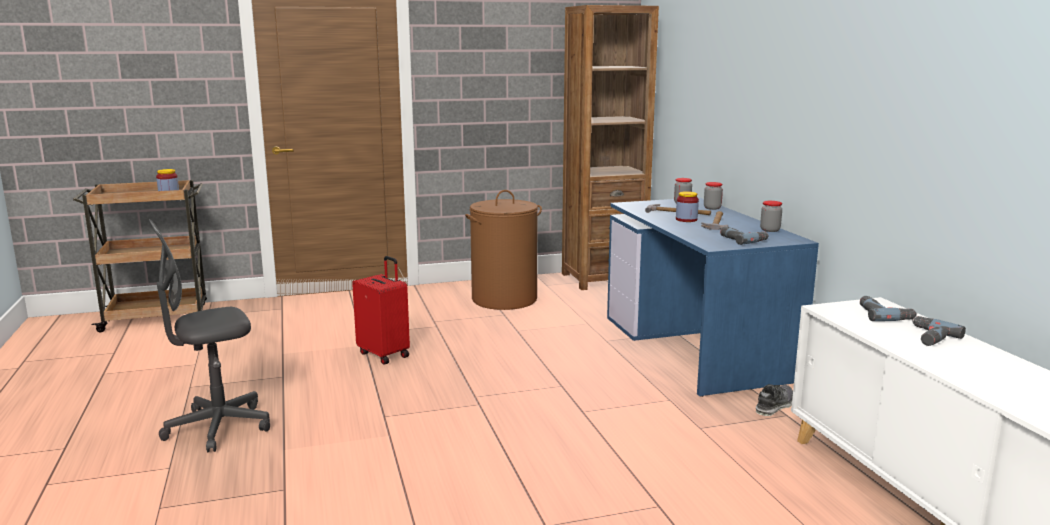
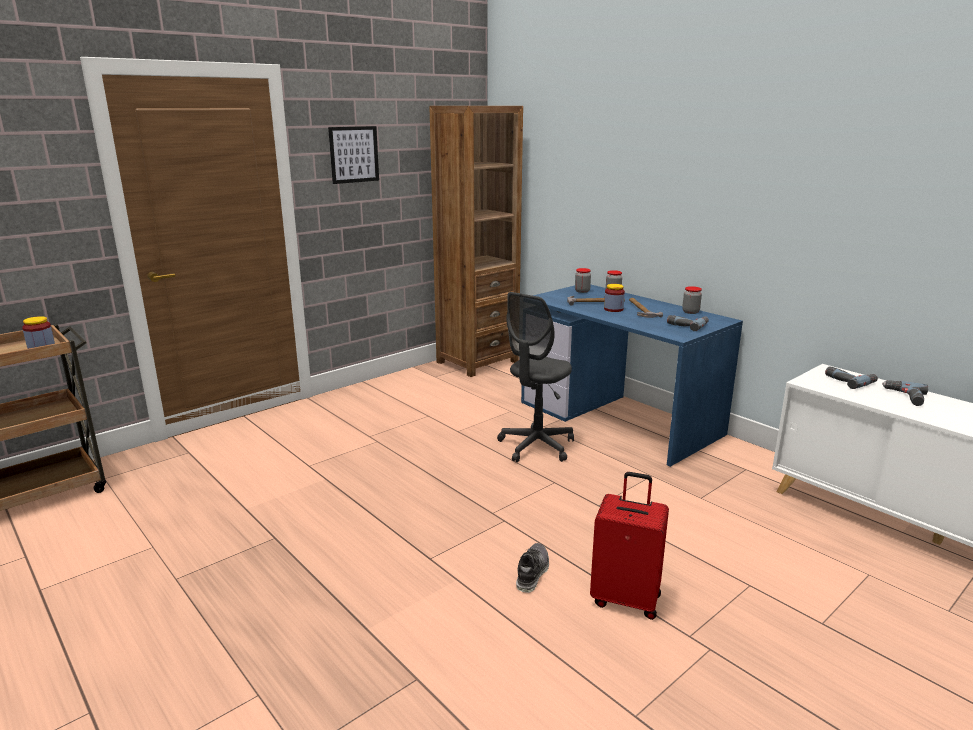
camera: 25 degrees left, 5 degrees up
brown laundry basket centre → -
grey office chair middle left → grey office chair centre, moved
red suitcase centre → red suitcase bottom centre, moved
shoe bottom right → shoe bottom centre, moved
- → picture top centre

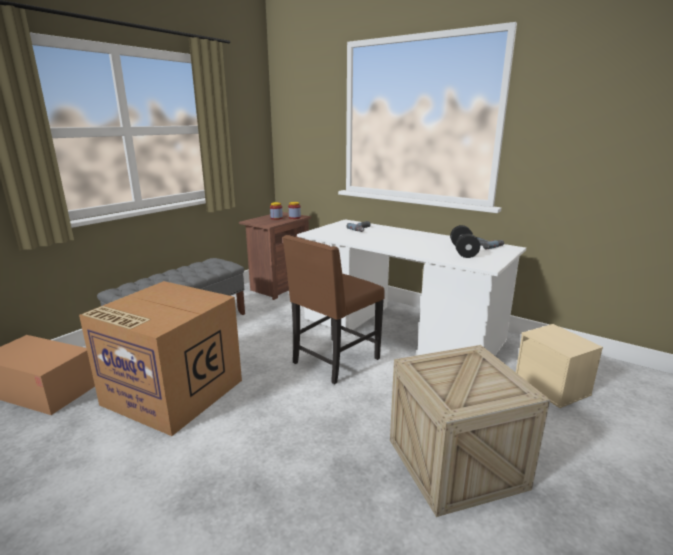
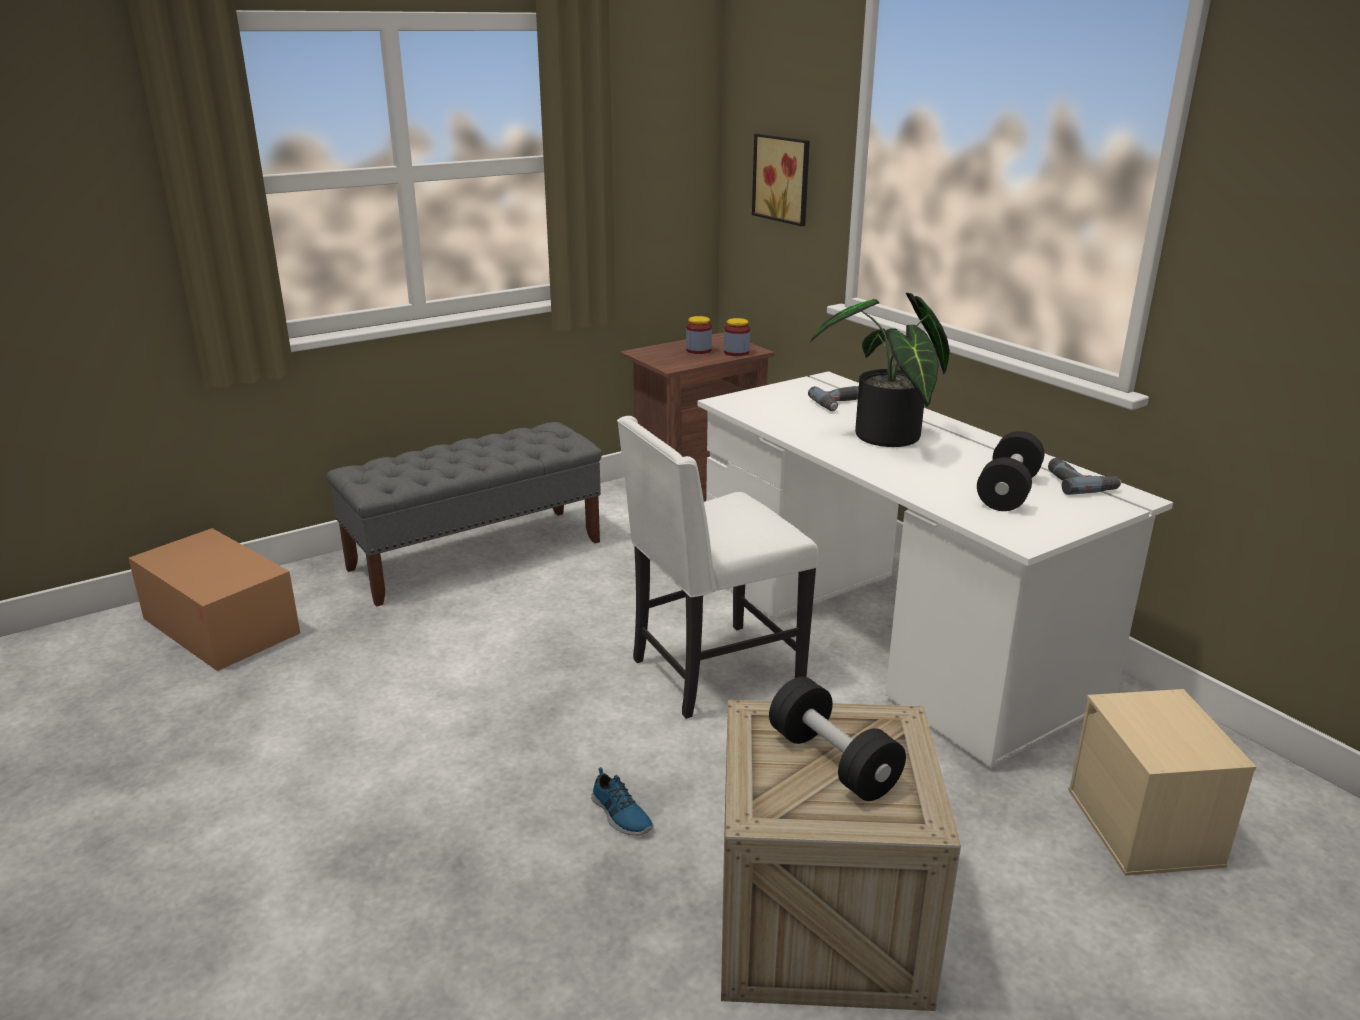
camera: 20 degrees right, 5 degrees up
brown chair centre → white chair centre
cardboard box (2nd from left) middle left → -
- → picture top centre
- → potted plant centre
- → black dumbbell (1st from left) bottom centre
- → shoe bottom centre

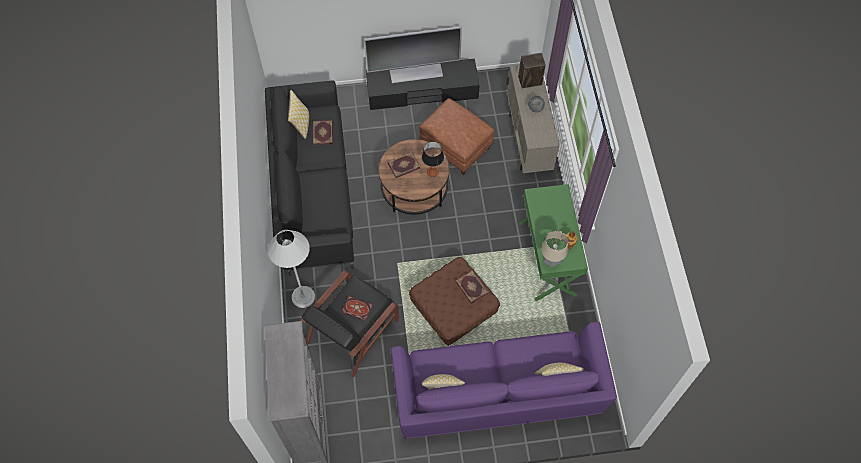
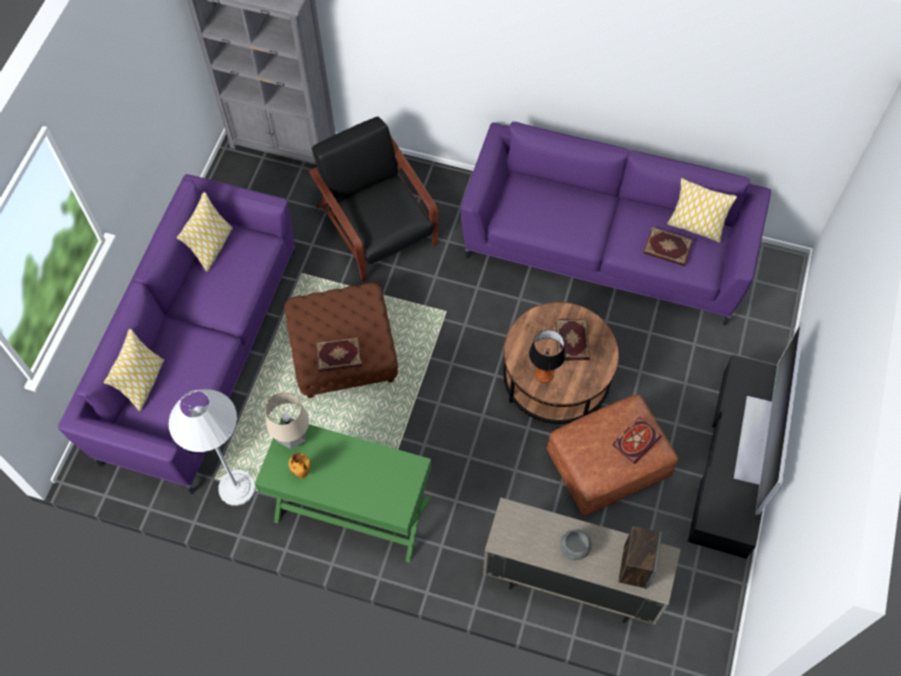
camera: 115 degrees right, 0 degrees up
black sofa centre → purple sofa (2nd from left) top right
white floor lamp centre → white floor lamp middle left, moved
book (2nd from left in the first image) centre → book (3rd from left) middle right, moved

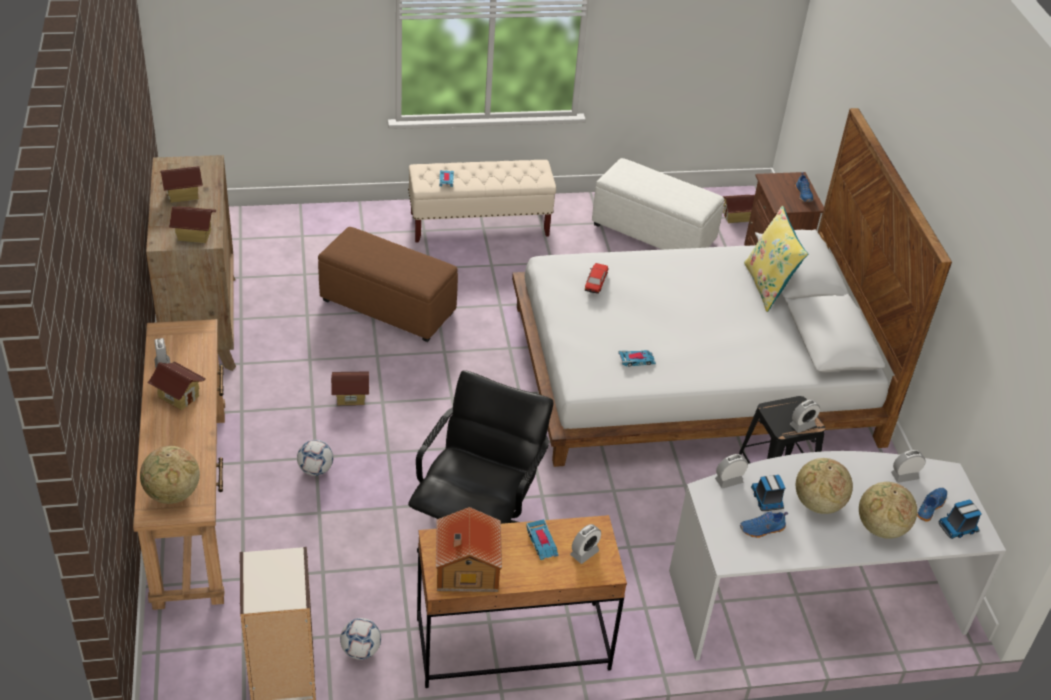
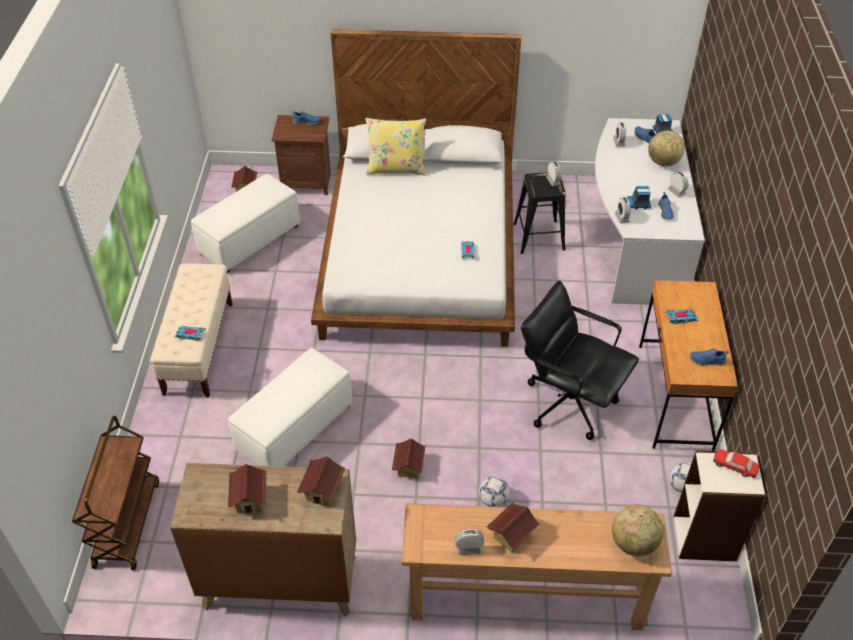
camera: 75 degrees left, 5 degrees up
brown ottoman centre → white ottoman (2nd from left) centre
toy car (3rd from left in the first image) centre → toy car (4th from left) bottom right, moved
globe (2nd from left) bottom right → -
toy house (5th from left) bottom centre → blue shoe (4th from left) middle right
alarm clock (2nd from left in the first image) bottom centre → alarm clock (5th from left) top right, moved
- → brown cart bottom left

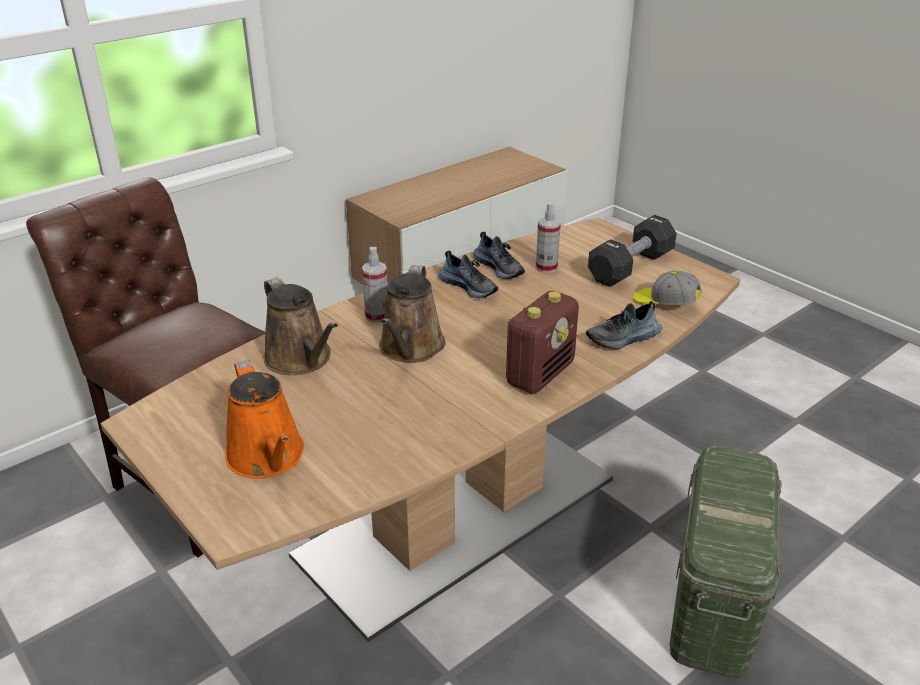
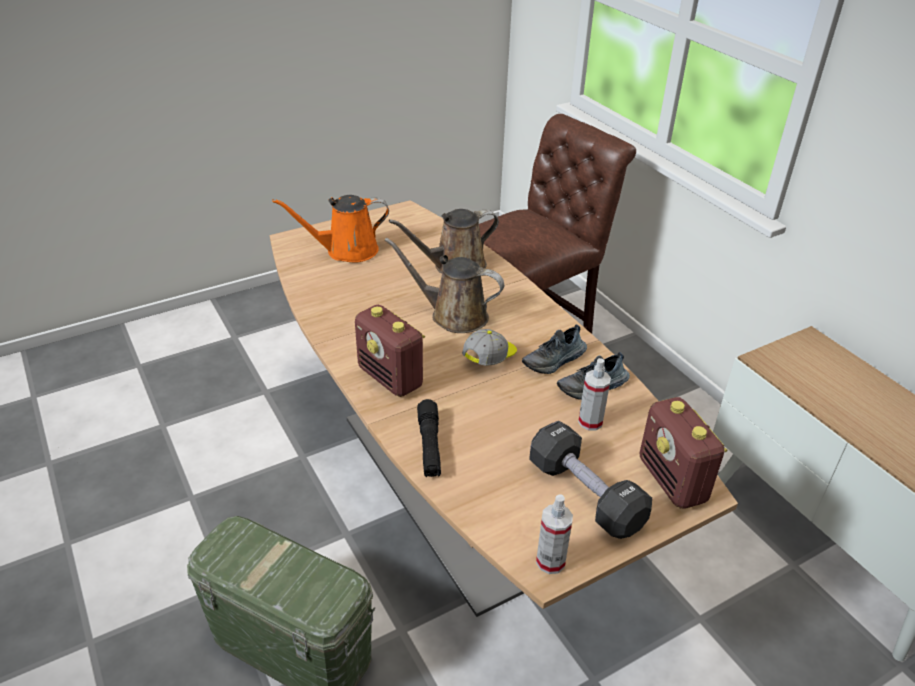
camera: 100 degrees right, 5 degrees up
spray bottle (1st from left) centre → spray bottle (1st from left) bottom centre, moved
cap middle right → cap centre, moved
shoe (3rd from left) middle right → black flashlight centre
- → radio (2nd from left) middle right

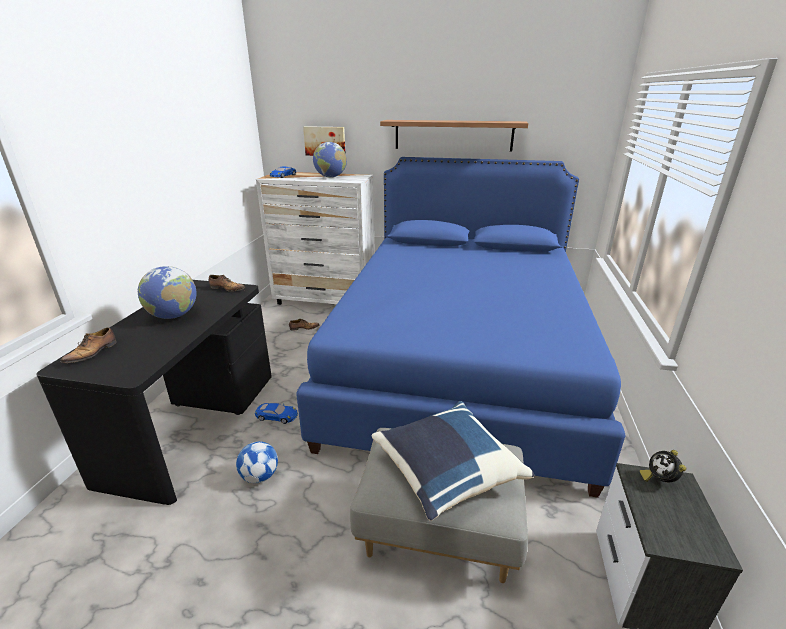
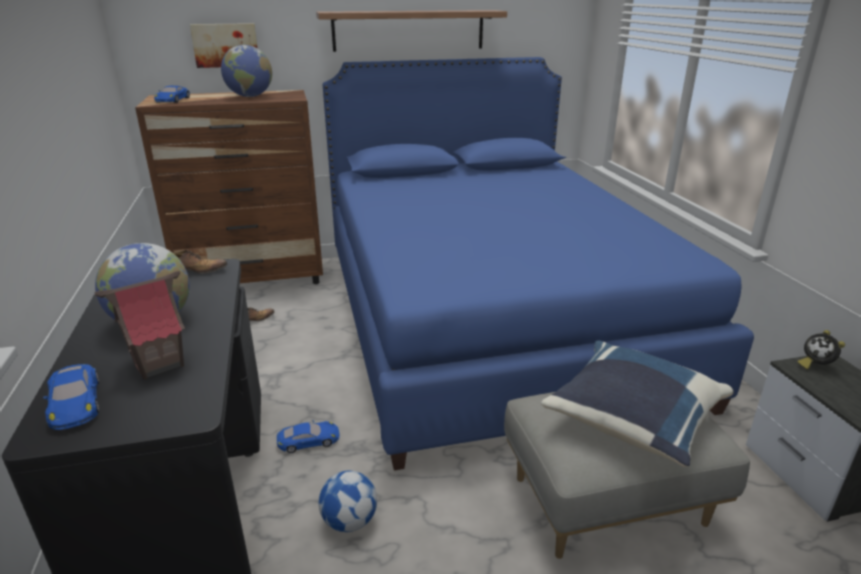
camera: 25 degrees left, 0 degrees up
white dresser centre → brown dresser top left
shoe (1st from left) middle left → blue toy car (1st from left) bottom left
- → toy house middle left

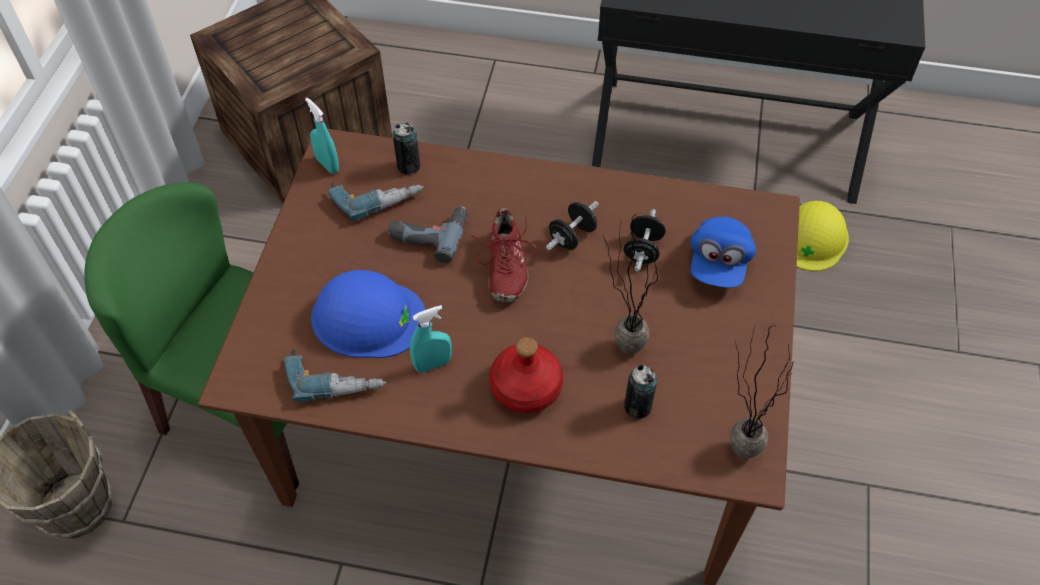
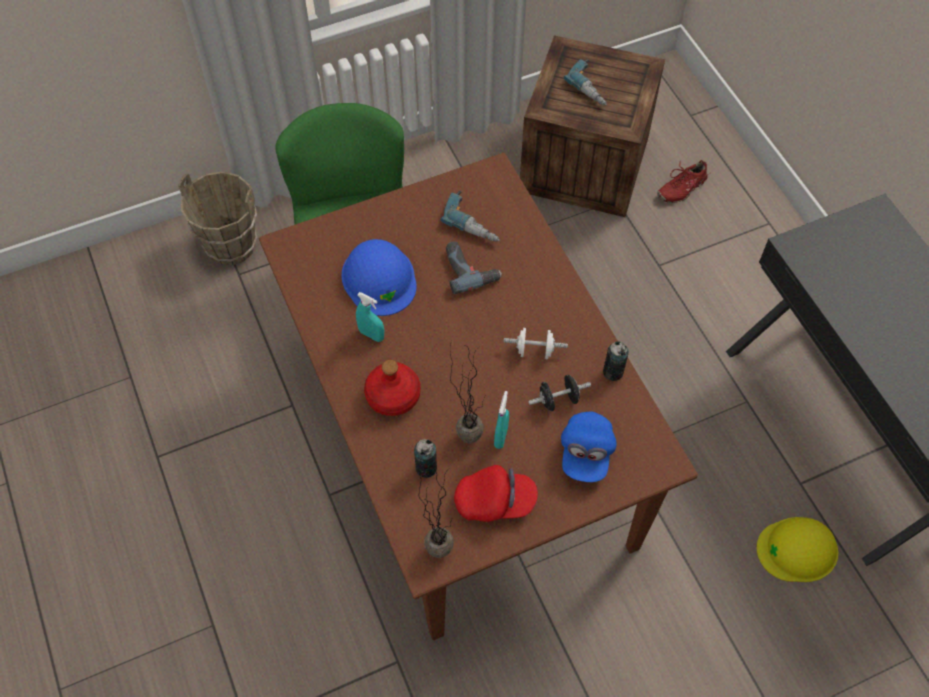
camera: 55 degrees right, 5 degrees up
turquoise spray bottle (1st from left in the first image) top left → turquoise spray bottle (2nd from left) centre, moved
can (1st from left in the first image) top centre → can (2nd from left) centre, moved
black dumbbell (1st from left) centre → white dumbbell centre
red shoe centre → red shoe top right, moved
blue cap middle right → blue cap centre, 60 degrees counterclockwise
power drill (1st from left in the first image) middle left → power drill (3rd from left) top centre, moved
- → red cap bottom centre

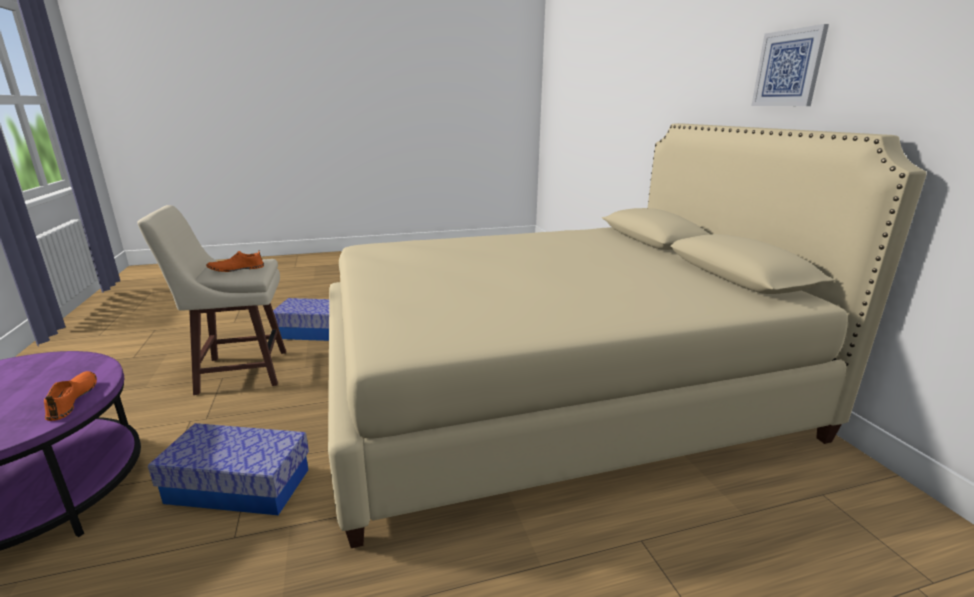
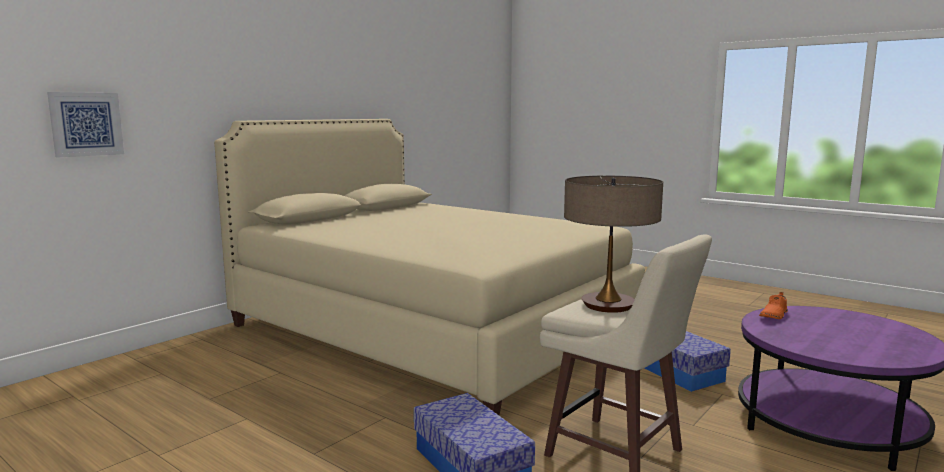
camera: 125 degrees left, 10 degrees down
picture top right → picture top left, moved
orange shoe (2nd from left) middle left → table lamp centre

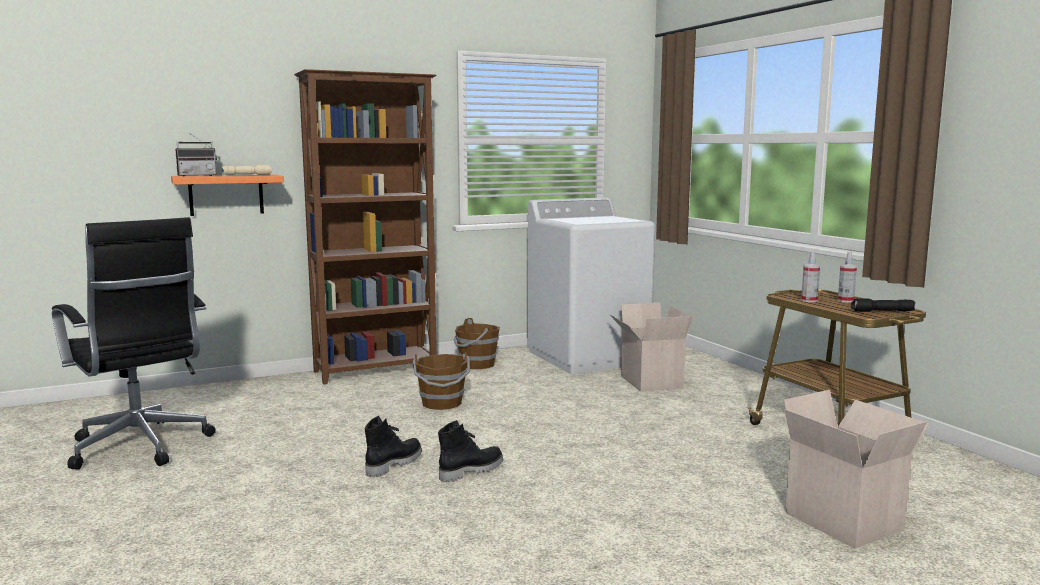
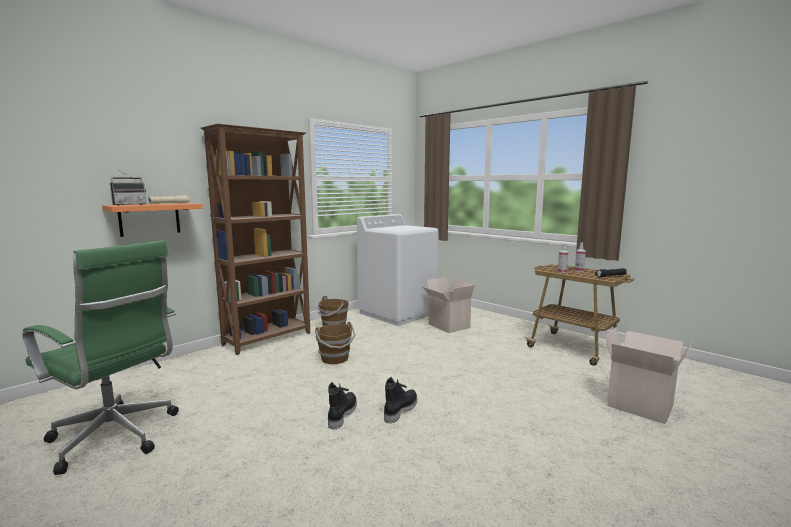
camera: 20 degrees left, 0 degrees up
black office chair middle left → green office chair bottom left

